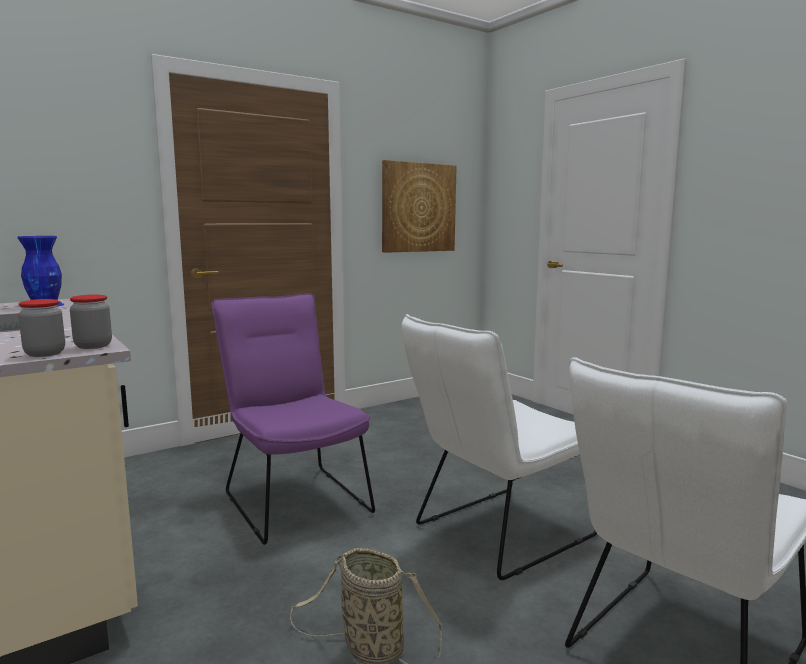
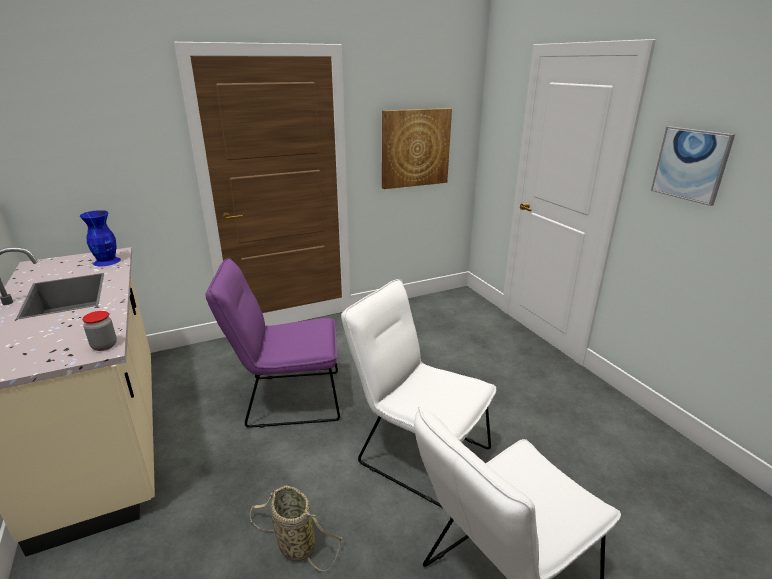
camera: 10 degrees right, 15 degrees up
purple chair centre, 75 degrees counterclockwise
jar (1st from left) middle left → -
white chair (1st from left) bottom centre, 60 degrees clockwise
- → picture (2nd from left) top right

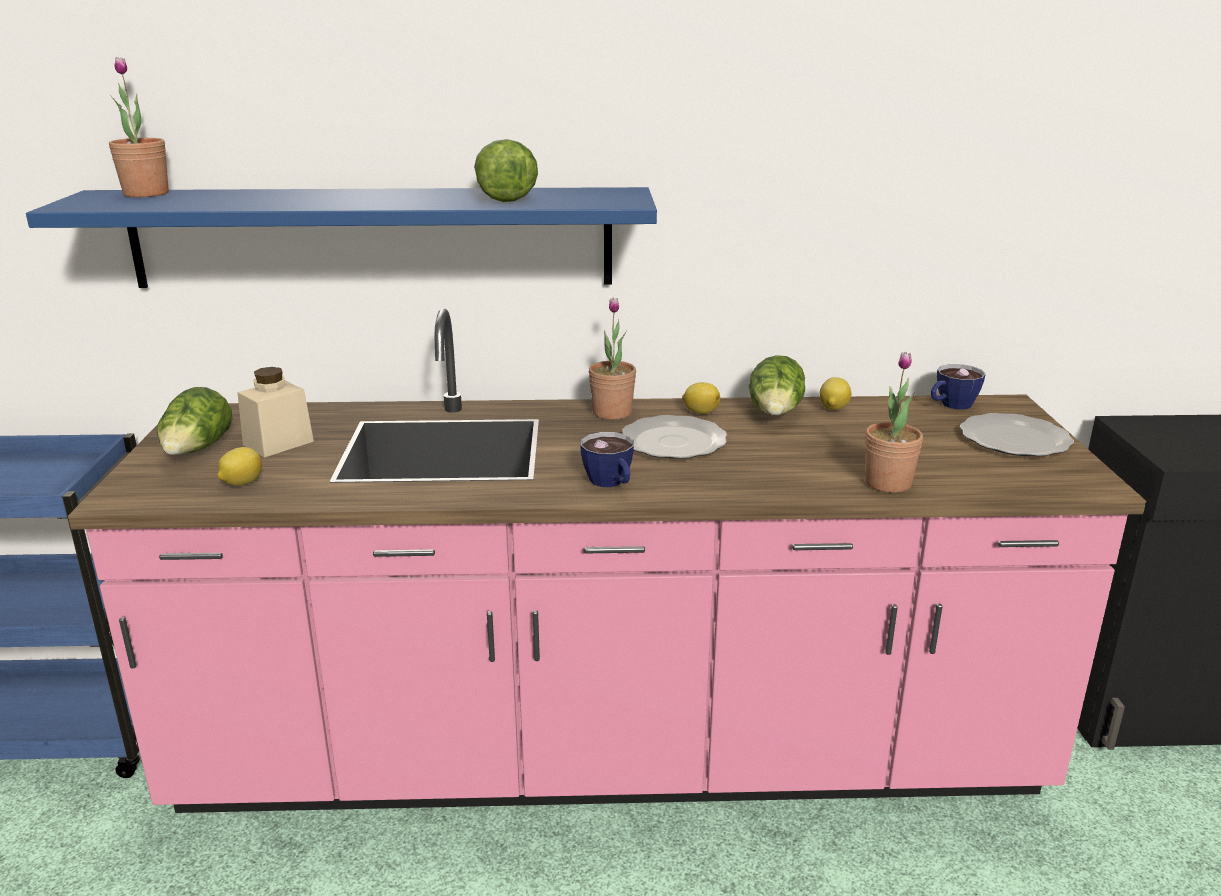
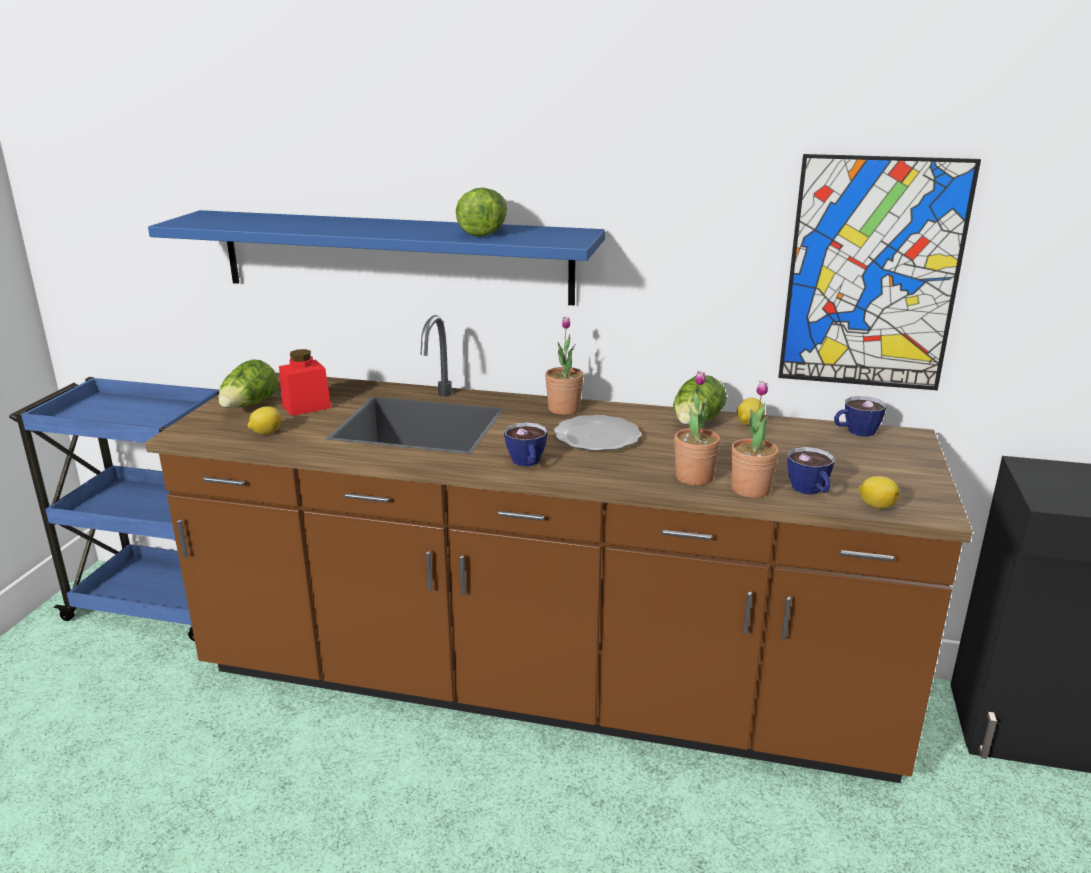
camera: 15 degrees right, 0 degrees up
potted plant (1st from left in the first image) top left → potted plant (2nd from left) centre, moved
pink counter centre → brown counter centre
beige jar middle left → red jar middle left
lemon (2nd from left in the first image) centre → lemon (3rd from left) middle right, moved
plate (2nd from left) middle right → -
- → picture top right
- → cup (2nd from left) middle right

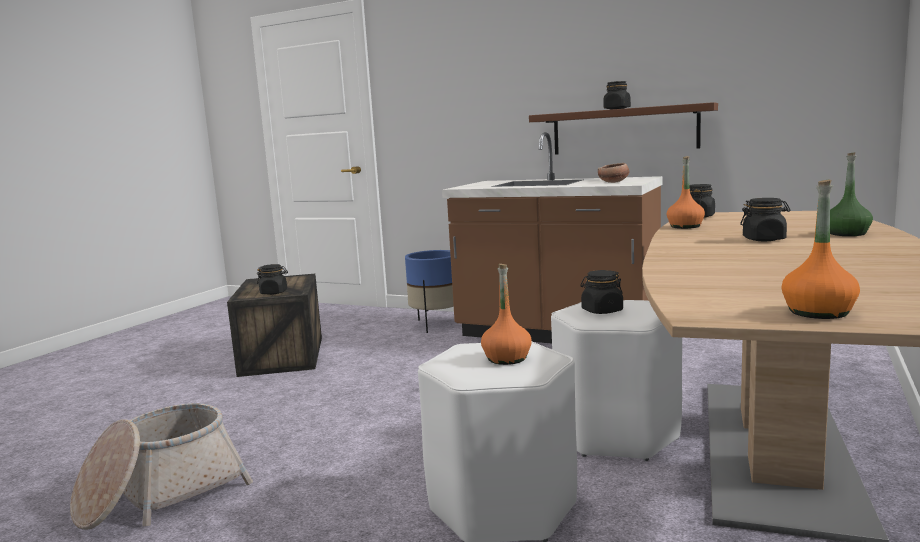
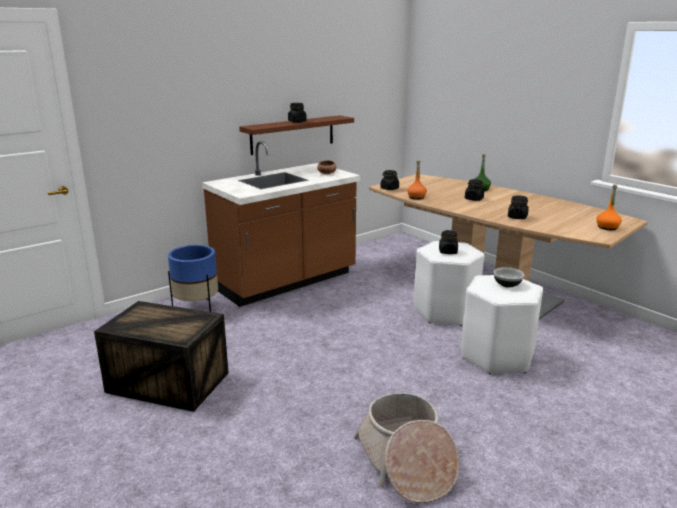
camera: 65 degrees left, 10 degrees up
black jar (1st from left in the first image) middle left → black jar (5th from left) middle right, moved
orange bottle (1st from left) centre → bowl (2nd from left) middle right

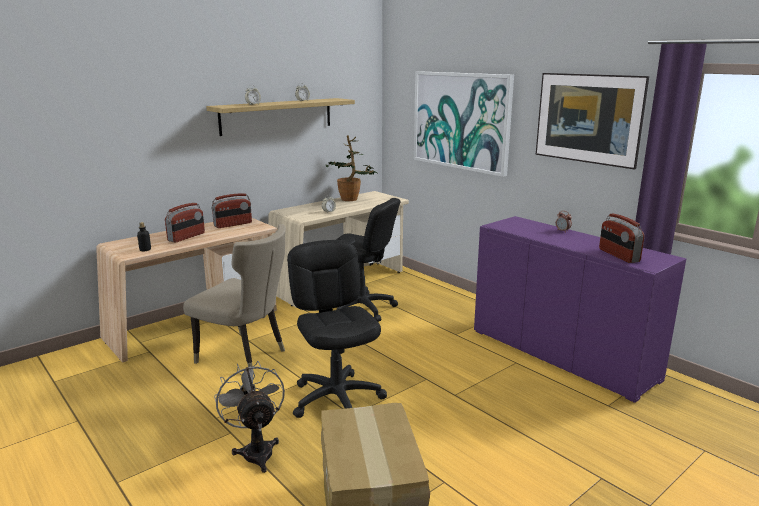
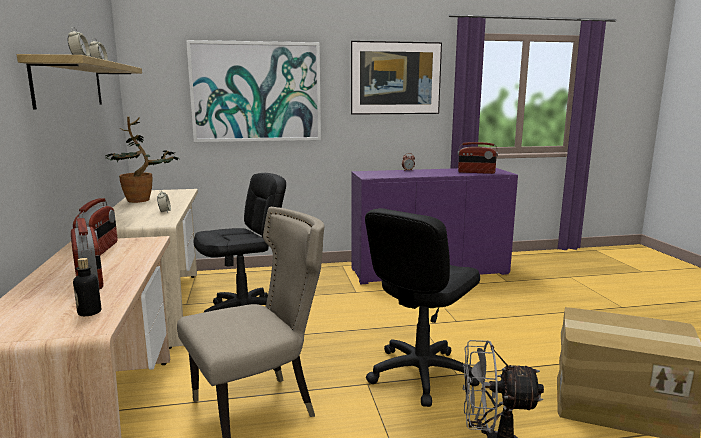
camera: 60 degrees left, 5 degrees down
black office chair (1st from left in the first image) centre → black office chair (2nd from left) bottom centre, 60 degrees counterclockwise

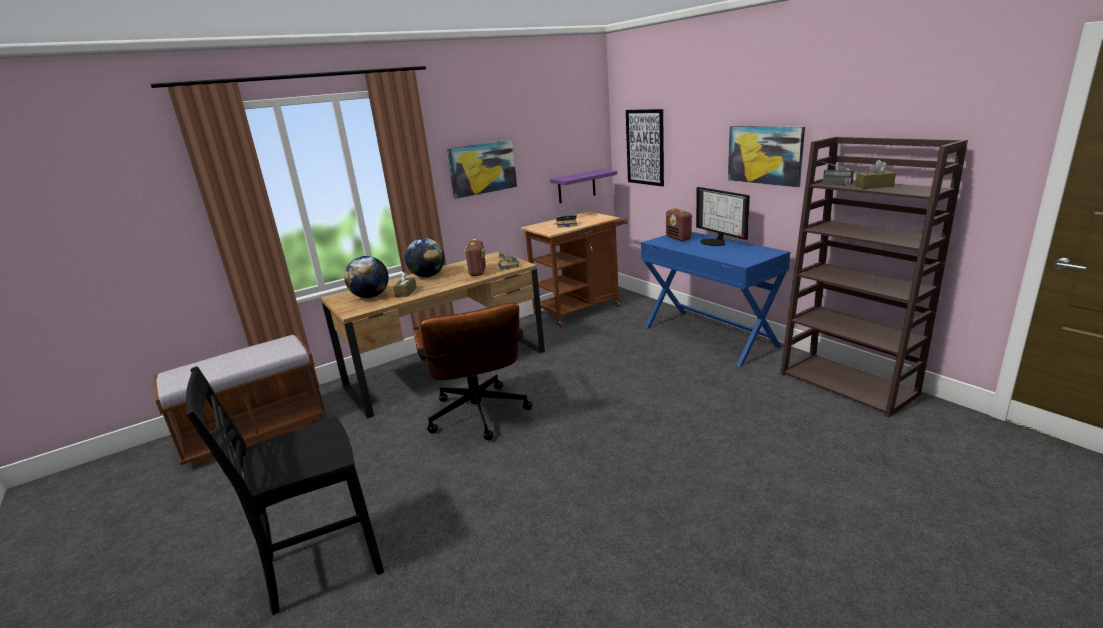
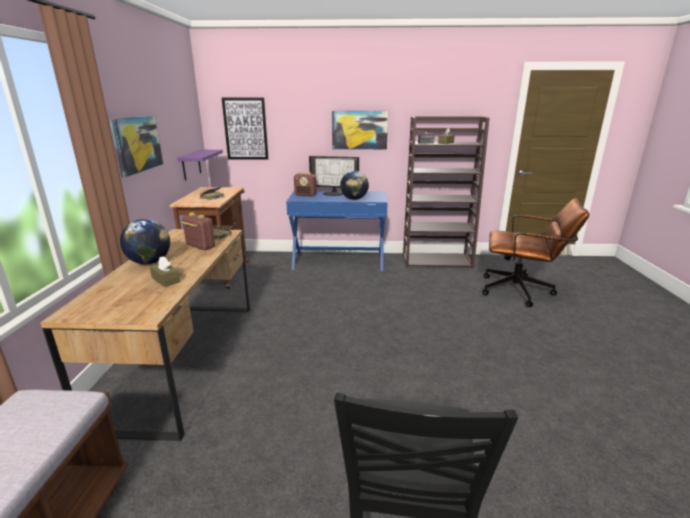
camera: 55 degrees left, 0 degrees up
globe (1st from left in the first image) middle left → globe (2nd from left) centre, moved
brown office chair centre → brown office chair middle right, moved

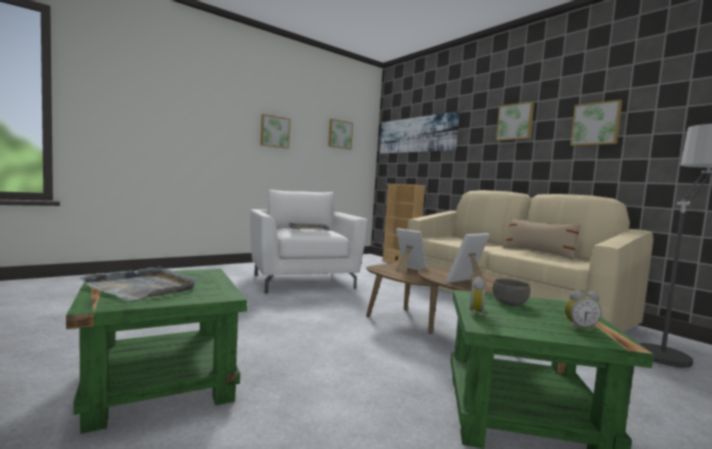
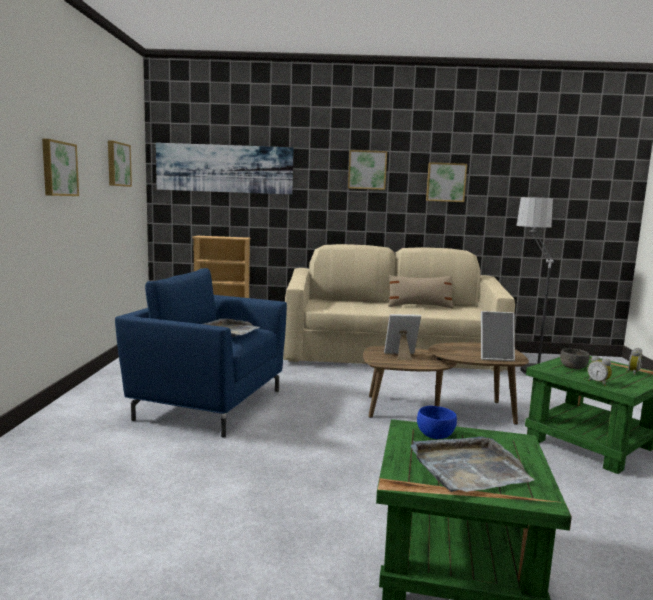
camera: 50 degrees left, 5 degrees up
white armchair centre → blue armchair middle left
picture frame (2nd from left) centre → picture frame (2nd from left) middle right, 90 degrees counterclockwise
- → blue bowl bottom right

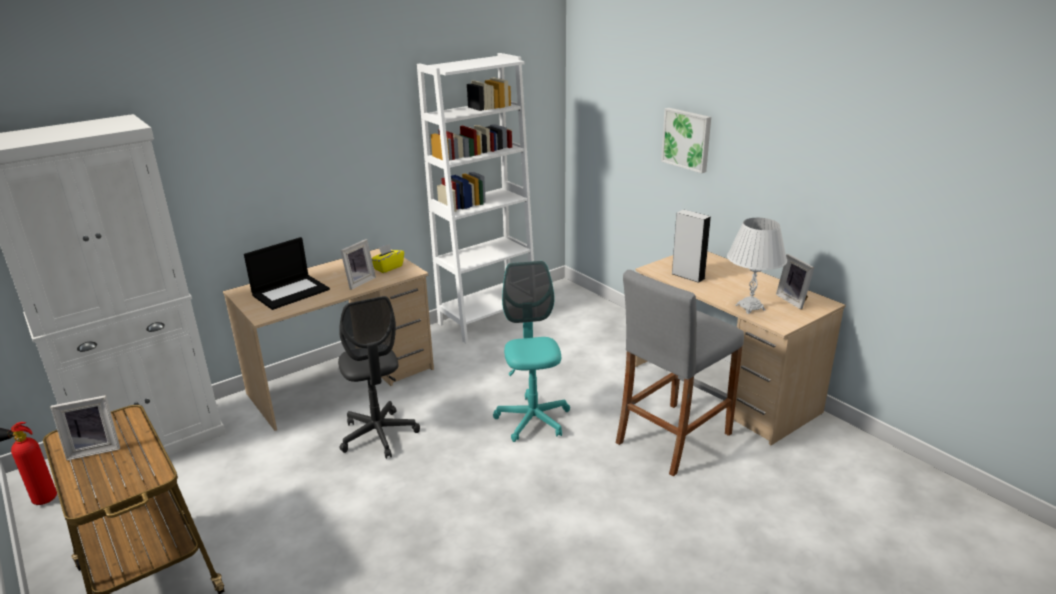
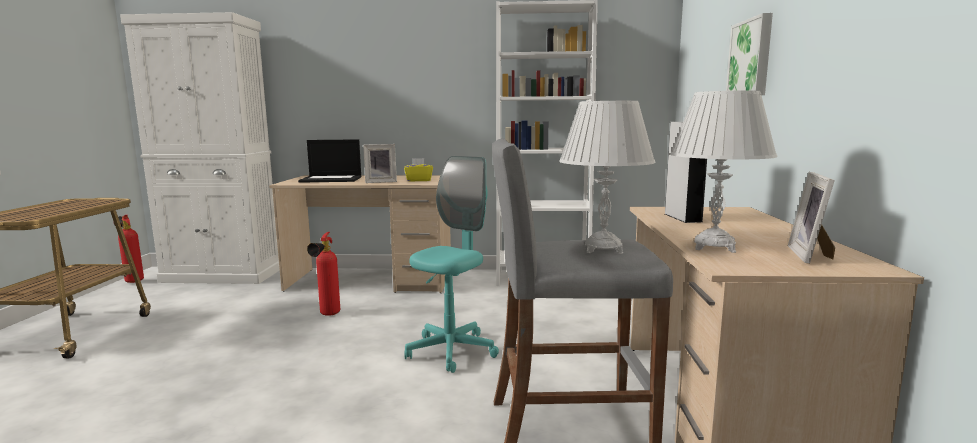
camera: 40 degrees right, 15 degrees down
grey office chair centre → fire extinguisher (2nd from left) middle left
picture frame (1st from left) bottom left → -
- → white table lamp (1st from left) centre

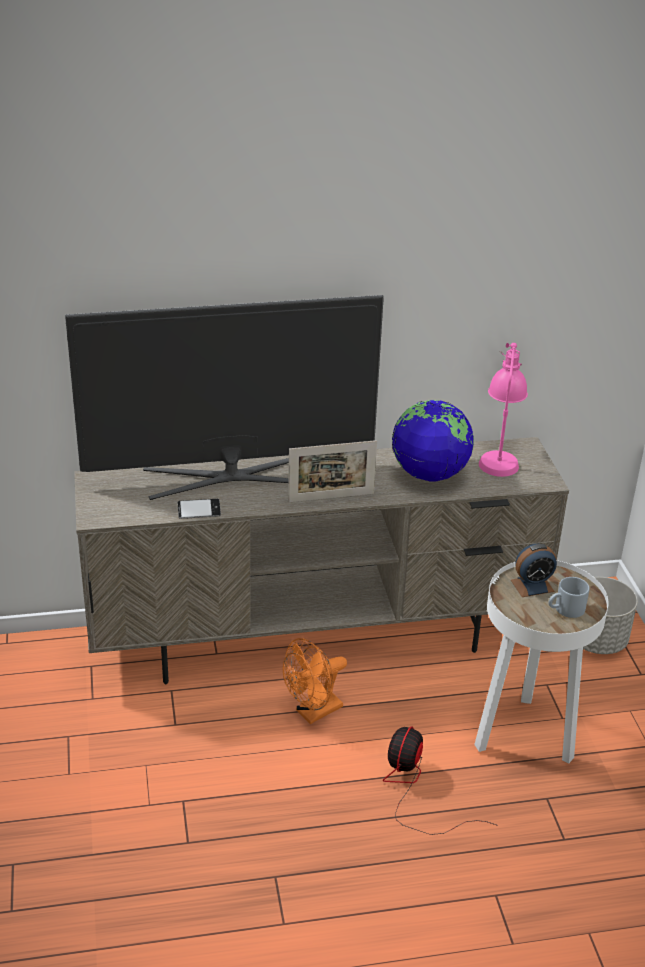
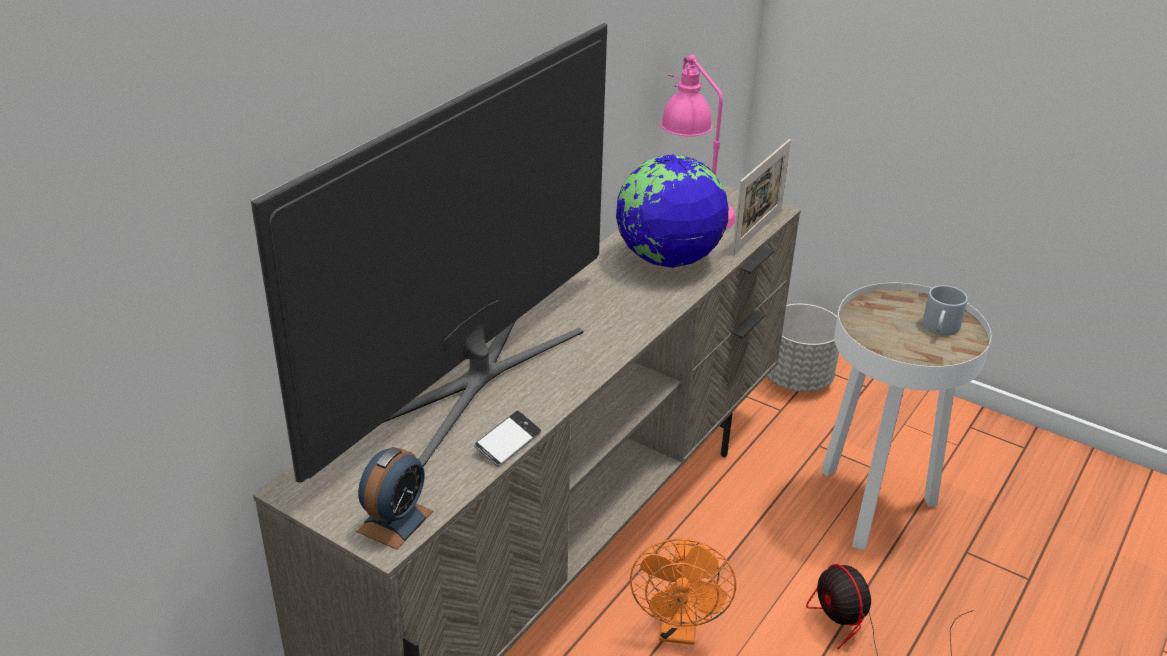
camera: 45 degrees left, 0 degrees up
picture frame centre → picture frame top centre, moved
alarm clock middle right → alarm clock bottom centre, moved

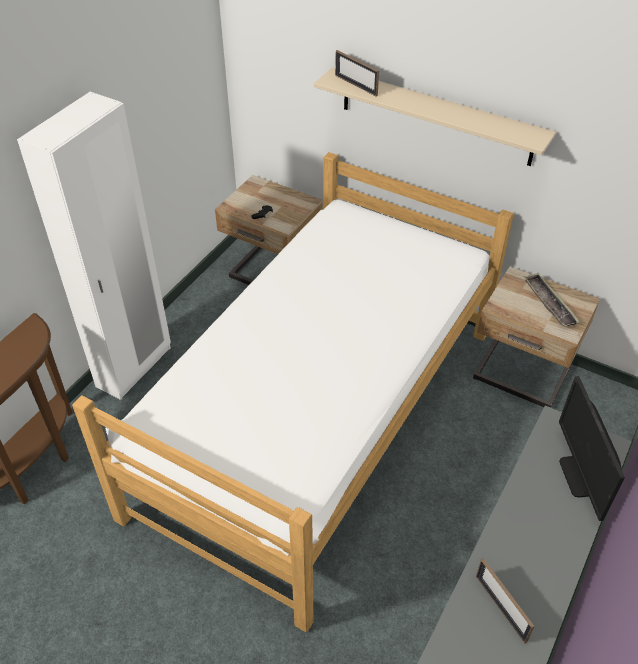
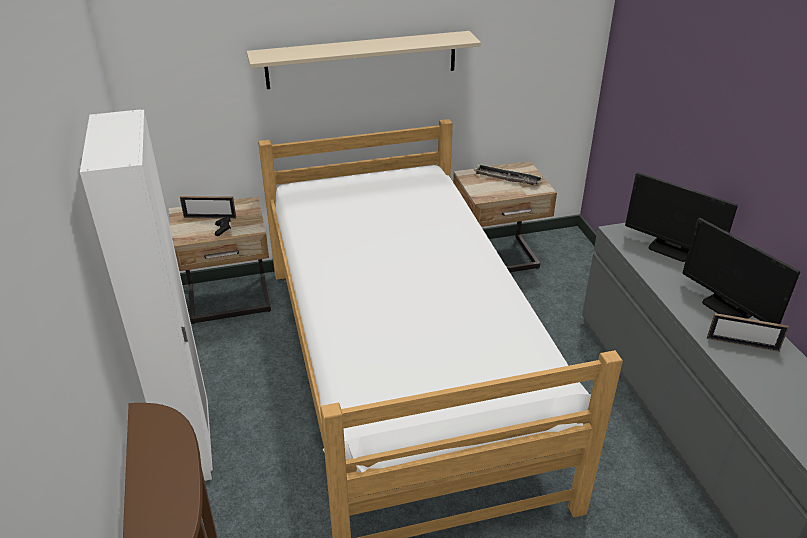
camera: 45 degrees left, 10 degrees down
picture frame (1st from left) top centre → picture frame (1st from left) middle left, moved
- → monitor (2nd from left) middle right

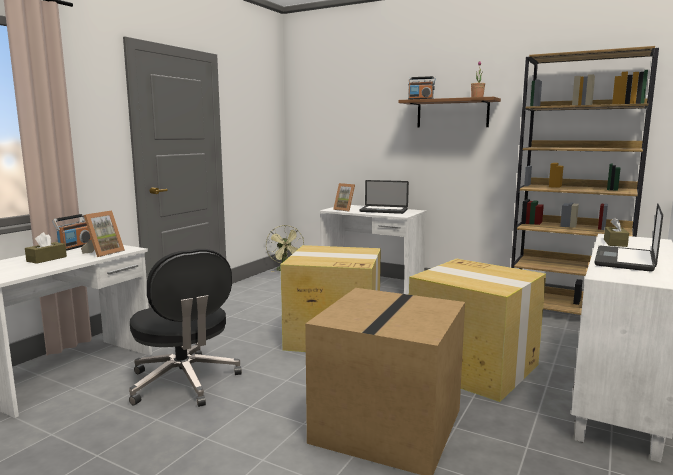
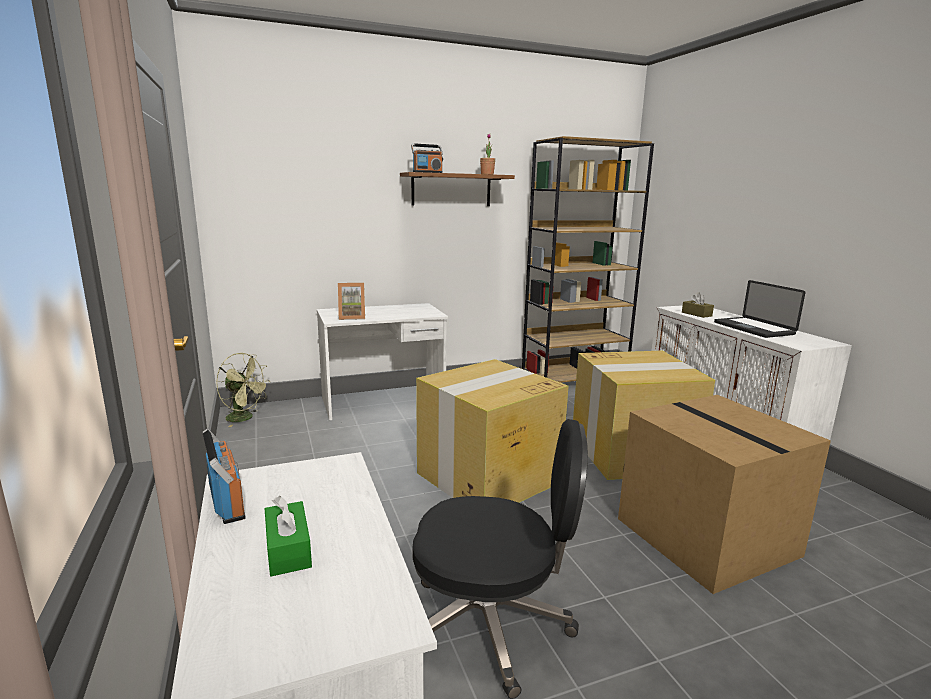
camera: 50 degrees left, 5 degrees up
laptop (1st from left) centre → -
picture frame (1st from left) middle left → -
brown tissue box (1st from left) middle left → green tissue box bottom left

